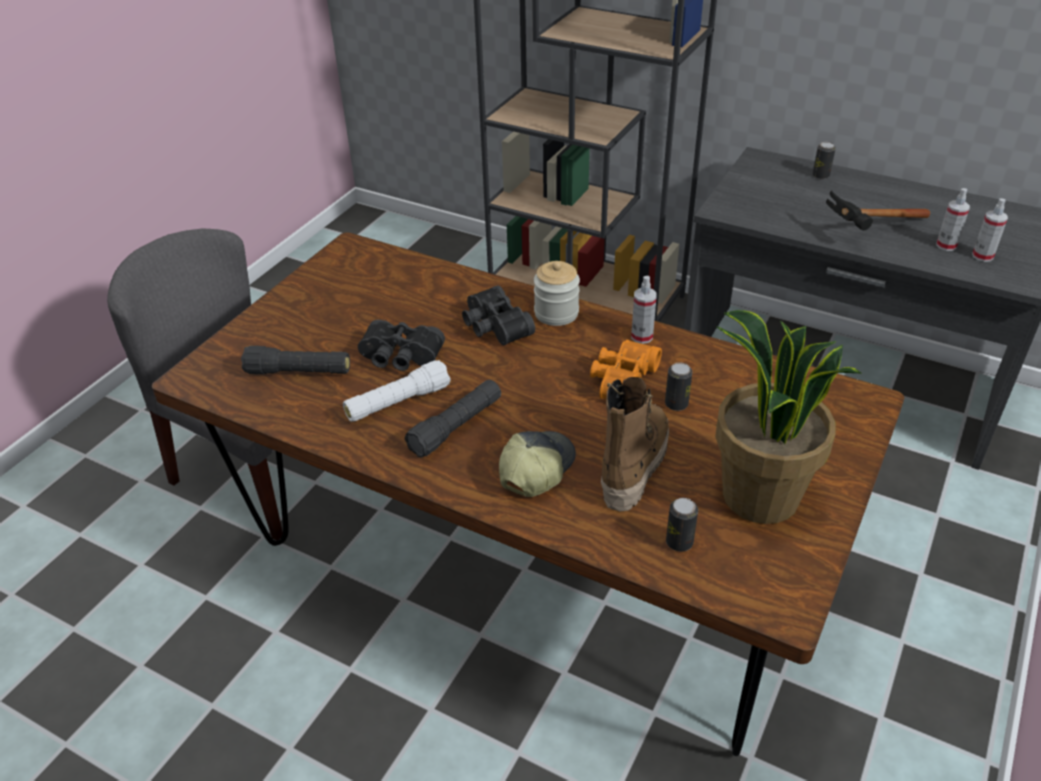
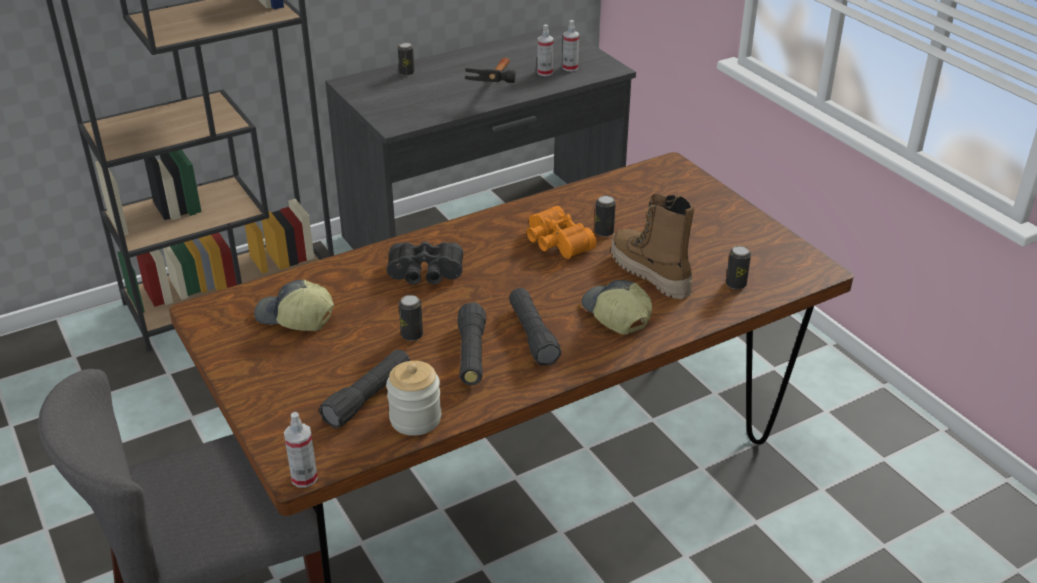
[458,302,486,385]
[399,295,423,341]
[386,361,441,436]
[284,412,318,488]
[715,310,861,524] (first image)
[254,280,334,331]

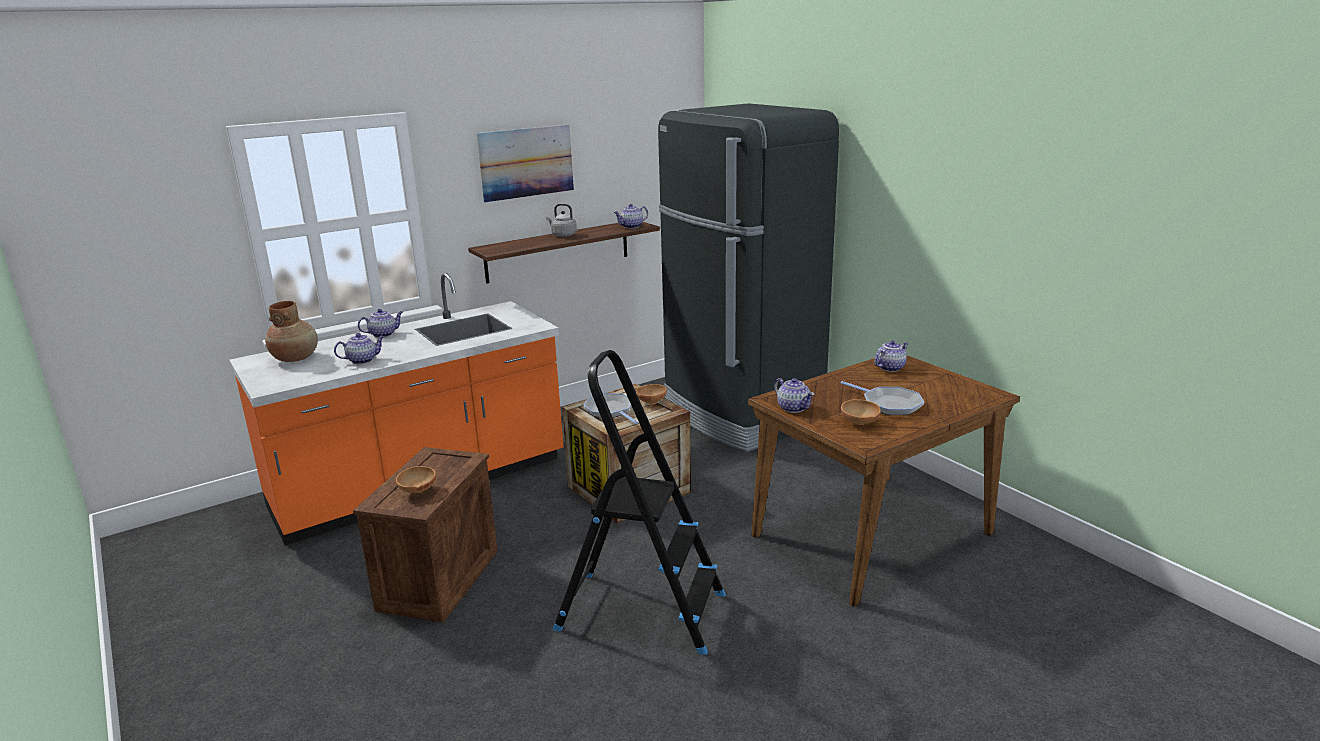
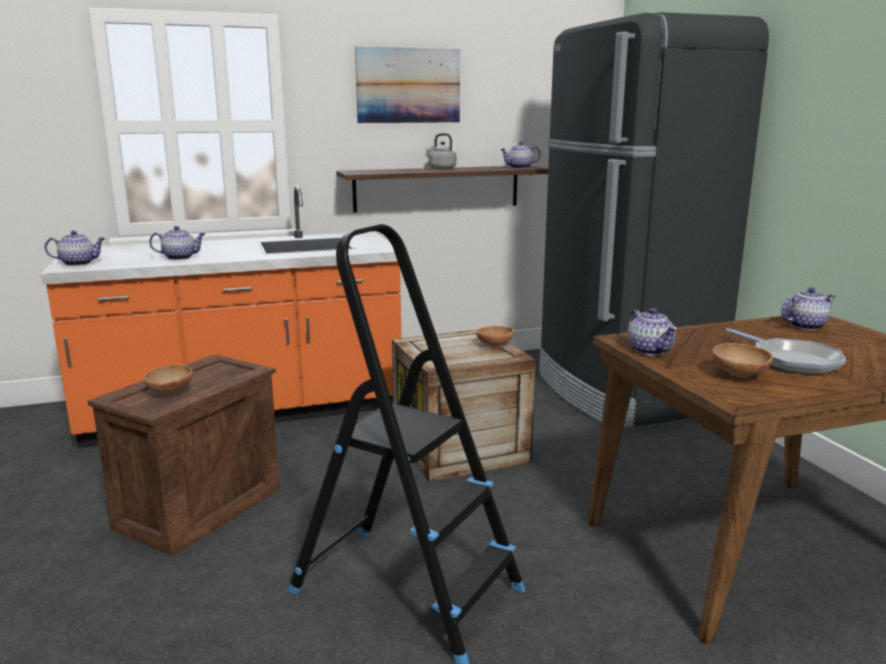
[265,301,318,362] (first image)
[44,231,105,266]
[583,393,638,424] (first image)

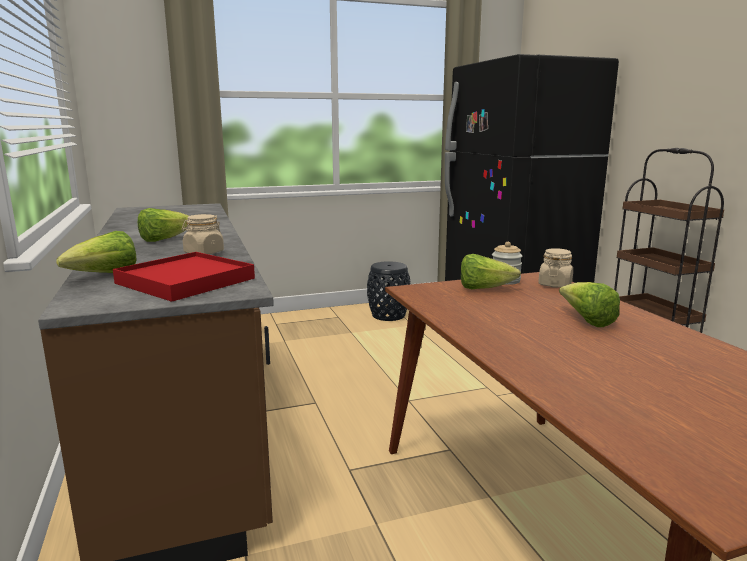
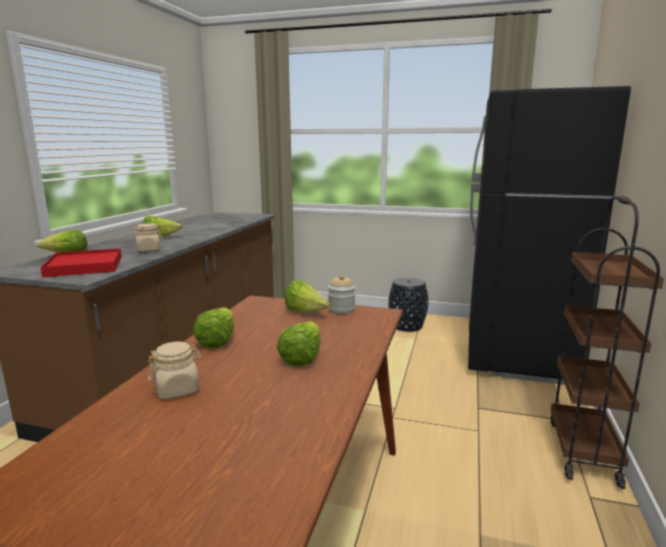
[148,342,202,399]
[193,307,234,349]

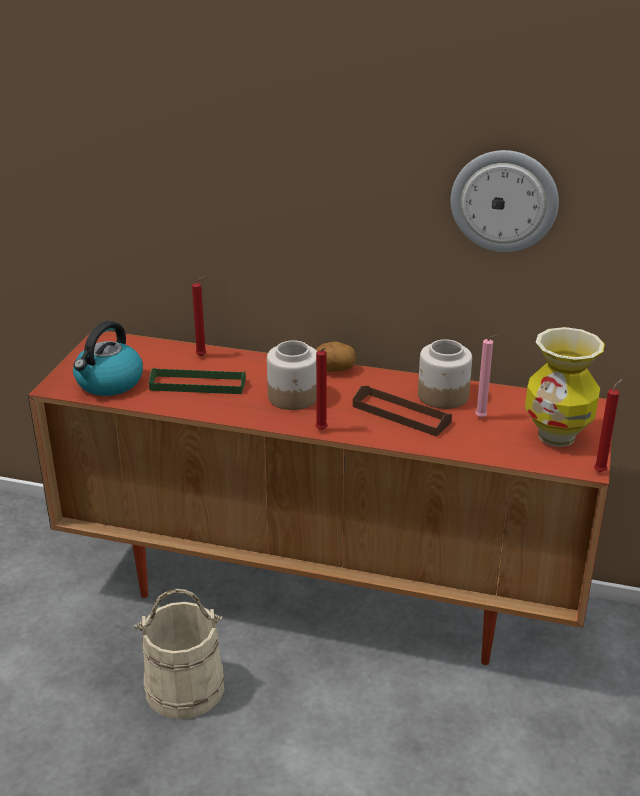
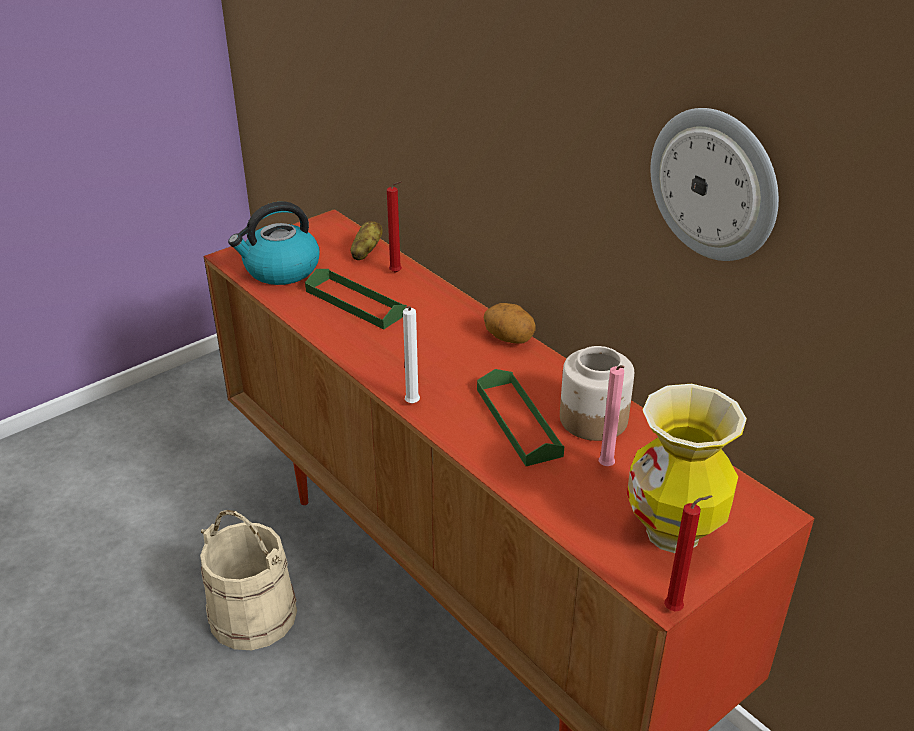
[267,340,317,410] (first image)
[403,306,420,404]
[477,369,564,466]
[351,221,383,260]

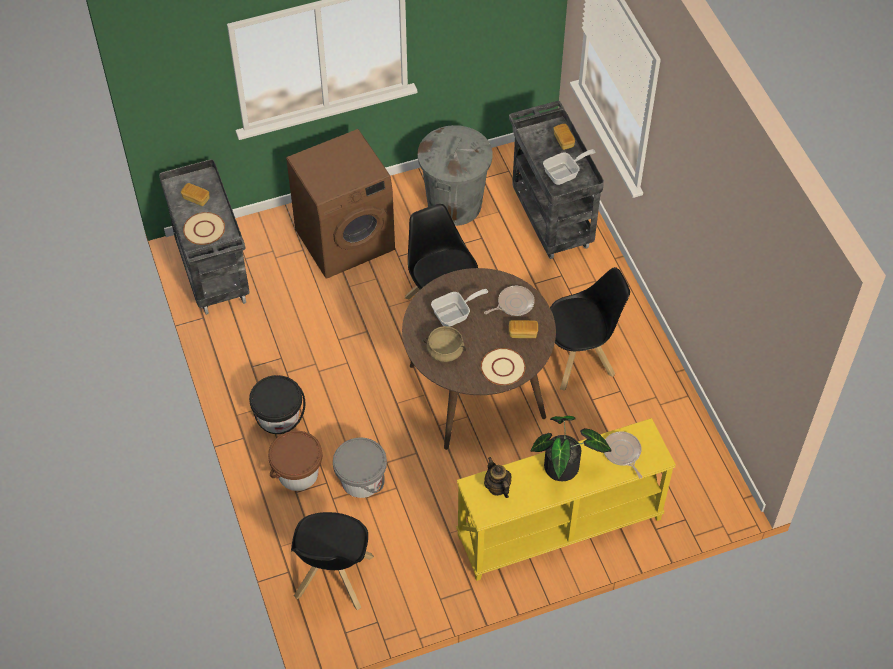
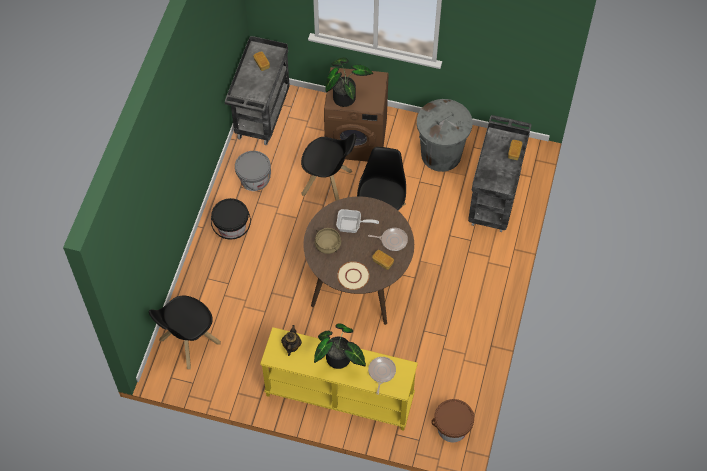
[183,212,225,245] (first image)
[431,399,474,443]
[235,151,271,191]
[543,149,595,185] (first image)
[301,133,356,201]
[325,57,373,107]

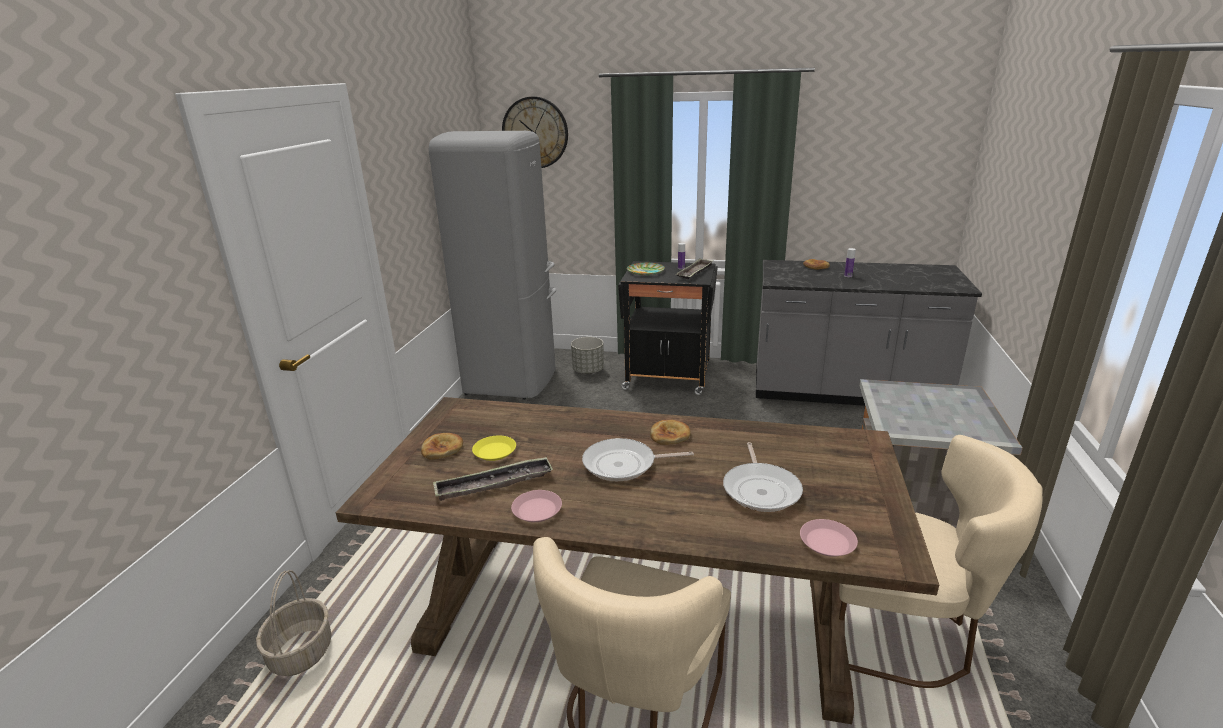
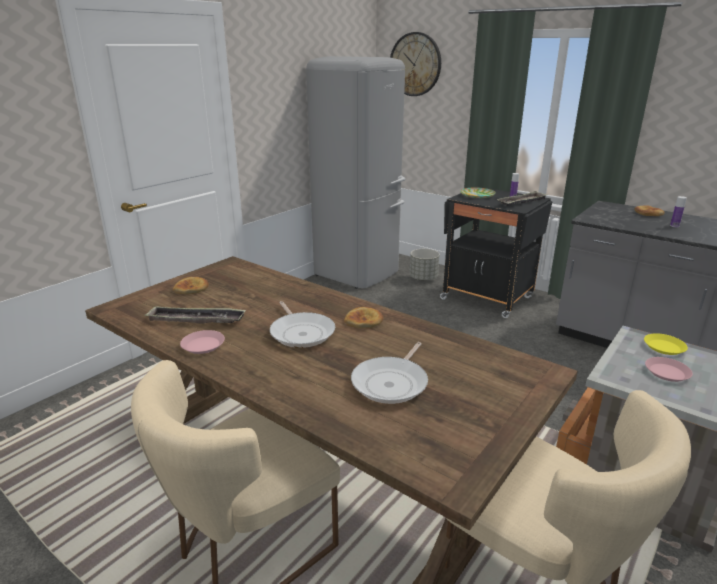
[256,570,332,676] (first image)
[644,333,688,355]
[270,301,335,348]
[645,357,693,382]

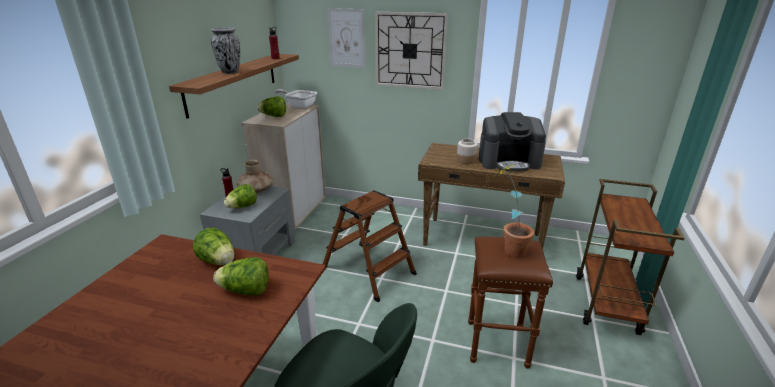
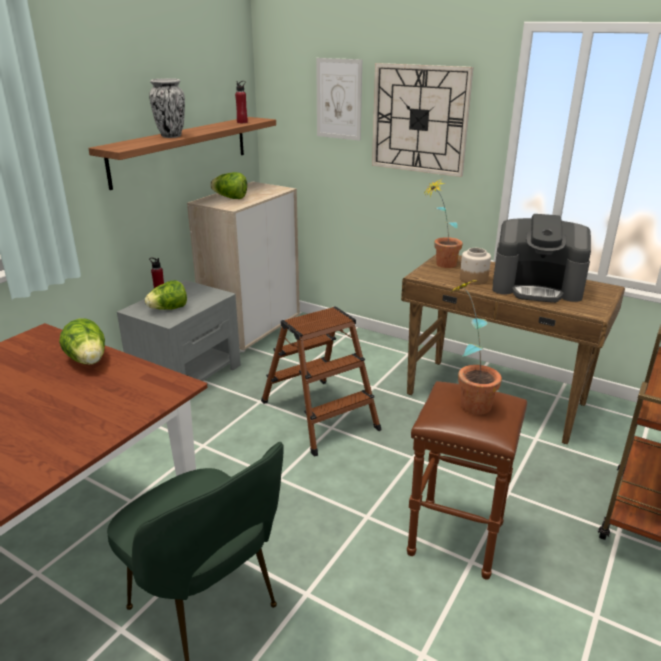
[213,257,269,295] (first image)
[237,160,273,194] (first image)
[275,89,317,108] (first image)
[423,179,463,268]

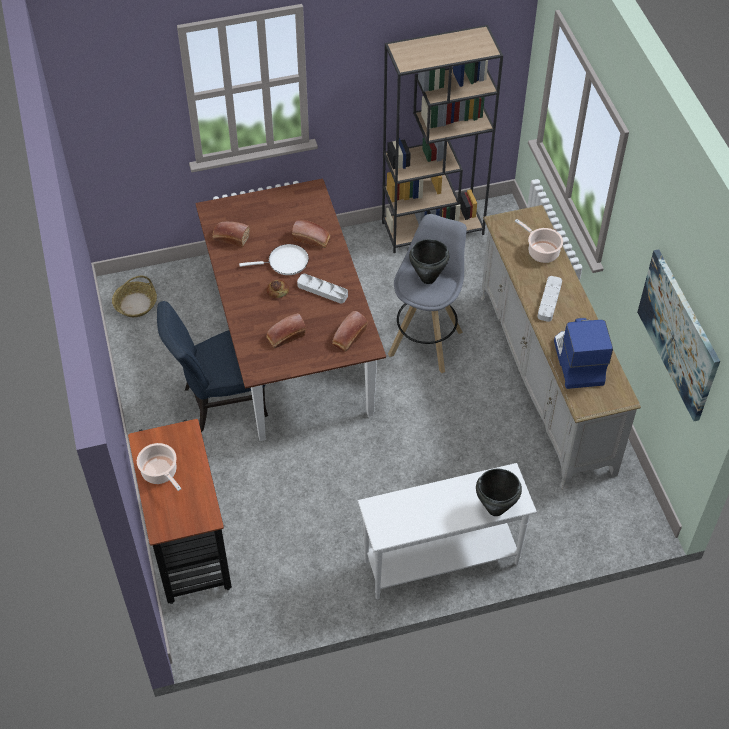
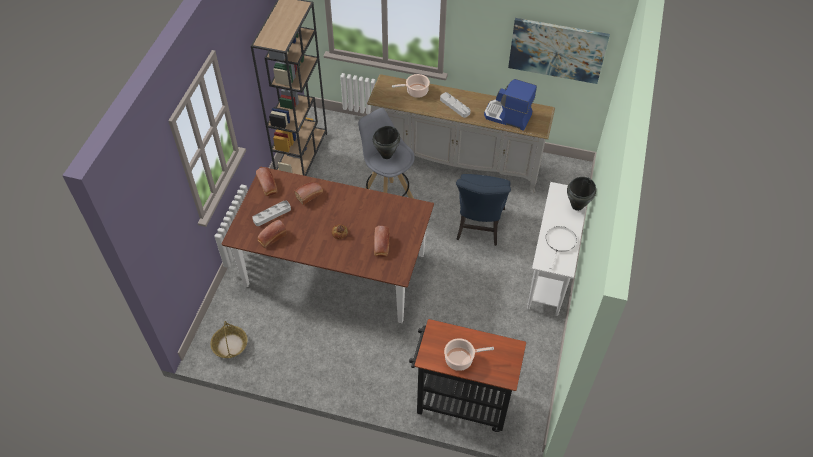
[456,174,511,246]
[546,226,577,269]
[252,200,291,226]
[256,167,277,196]

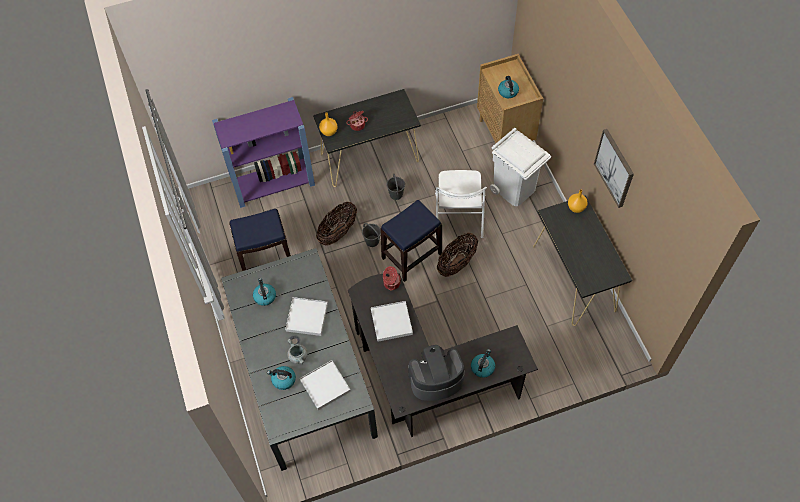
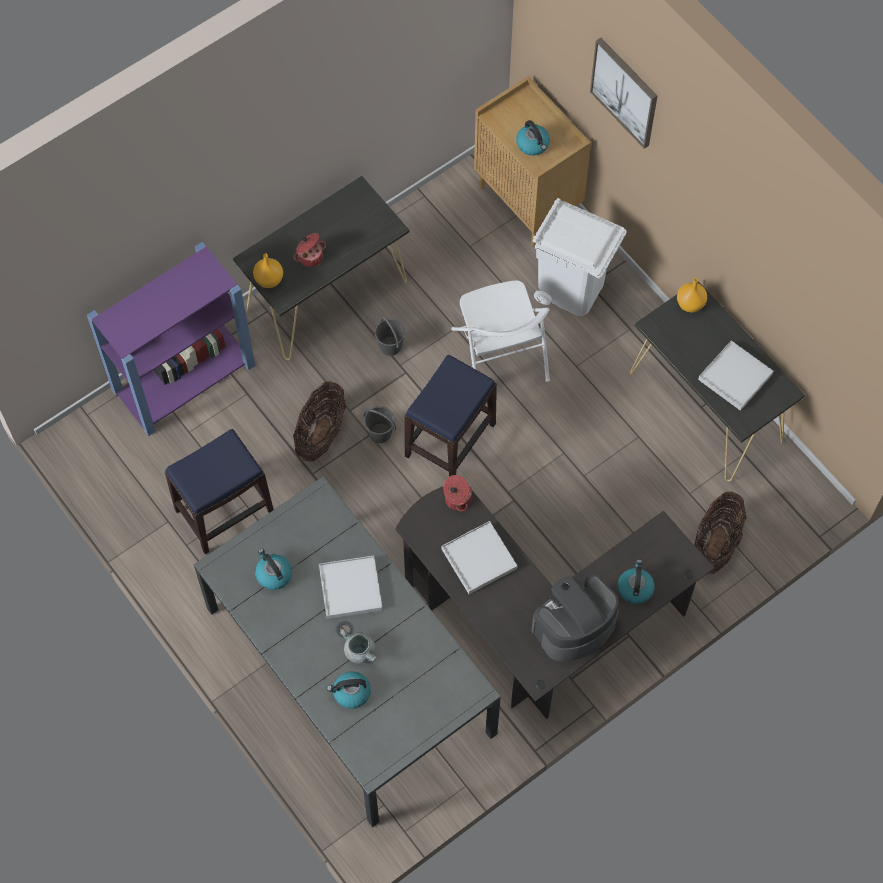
[698,341,773,411]
[694,491,746,574]
[590,38,657,149]

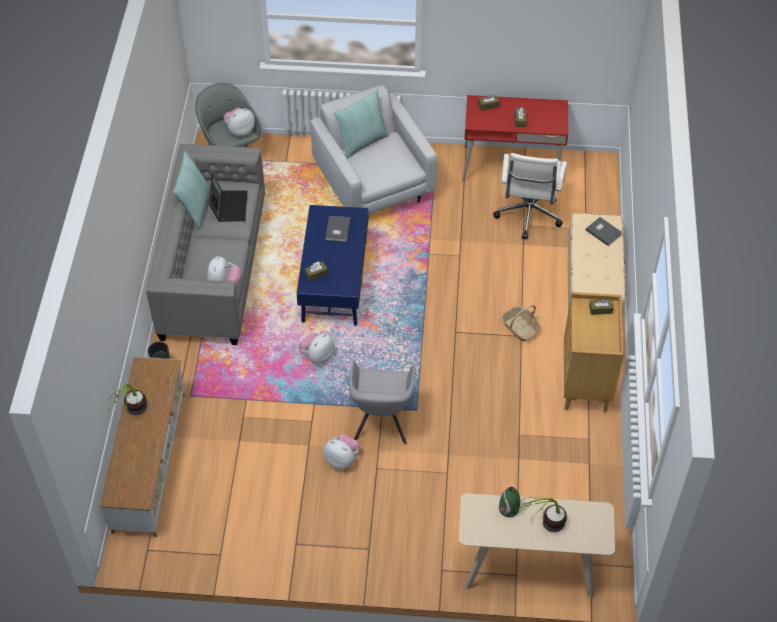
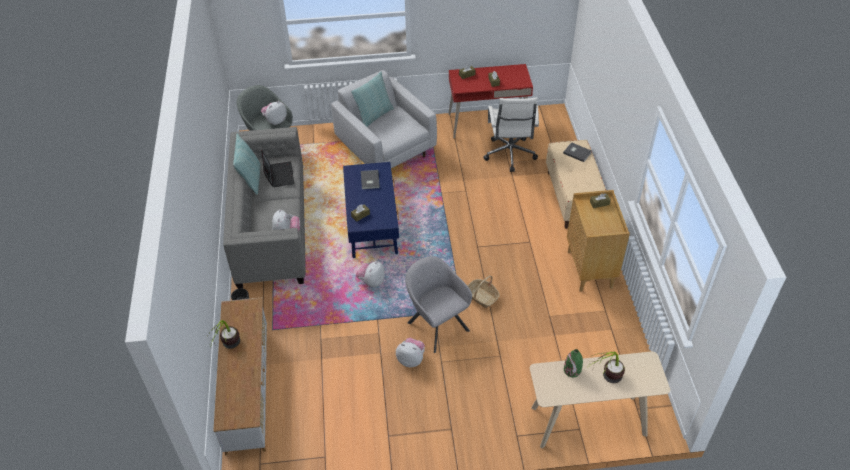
[405,256,472,353]
[468,276,499,308]

